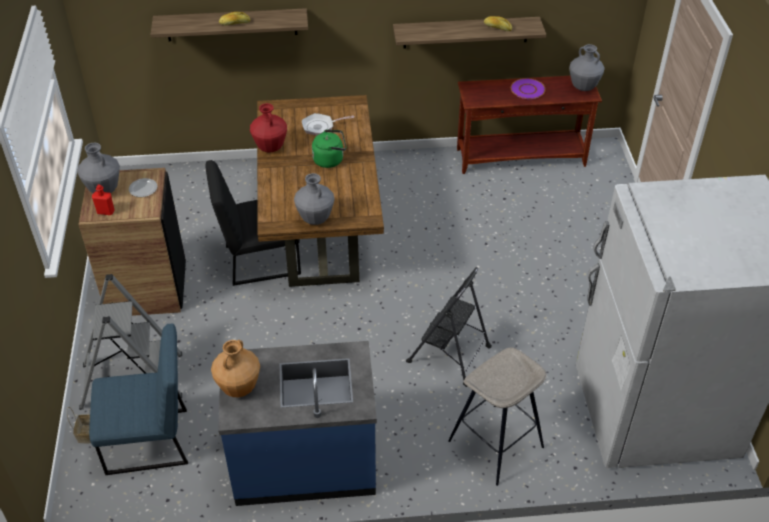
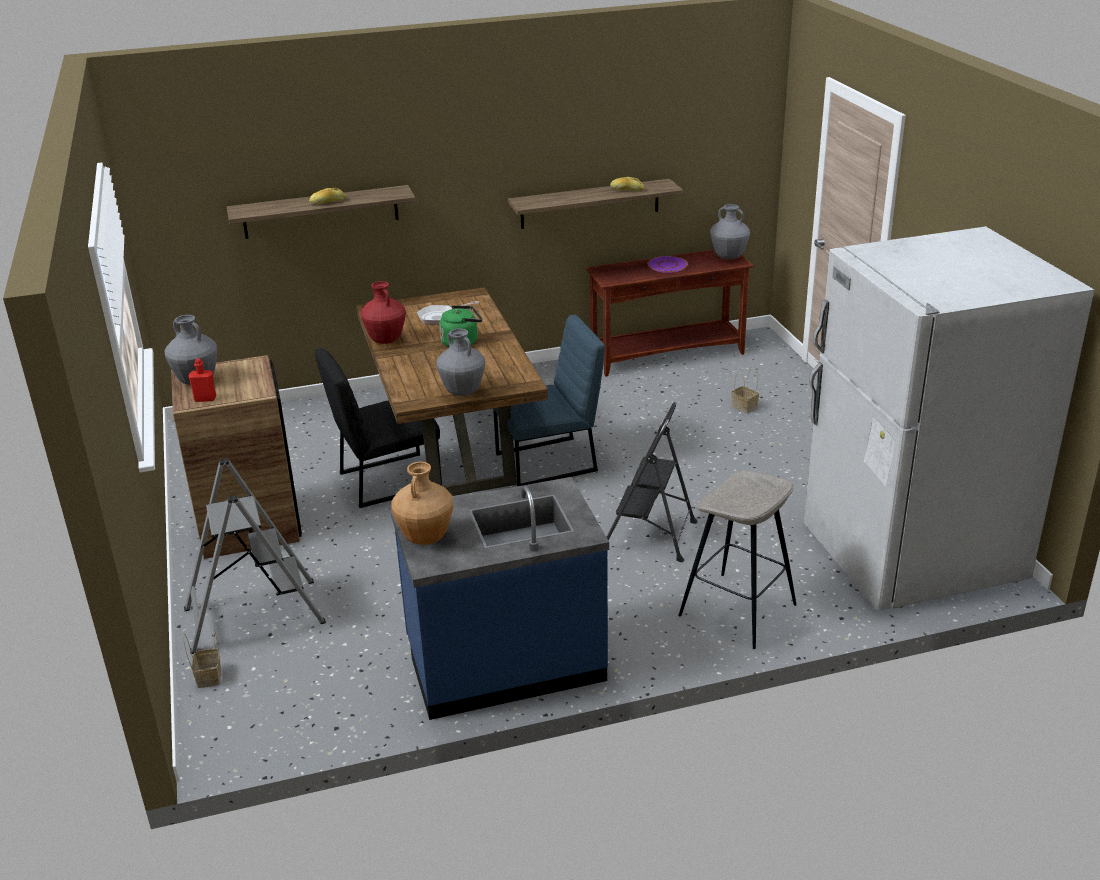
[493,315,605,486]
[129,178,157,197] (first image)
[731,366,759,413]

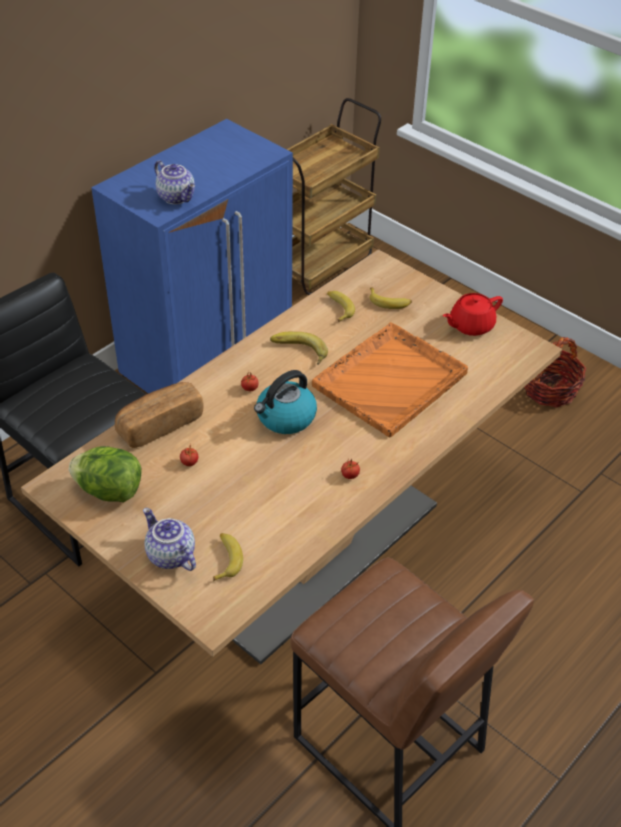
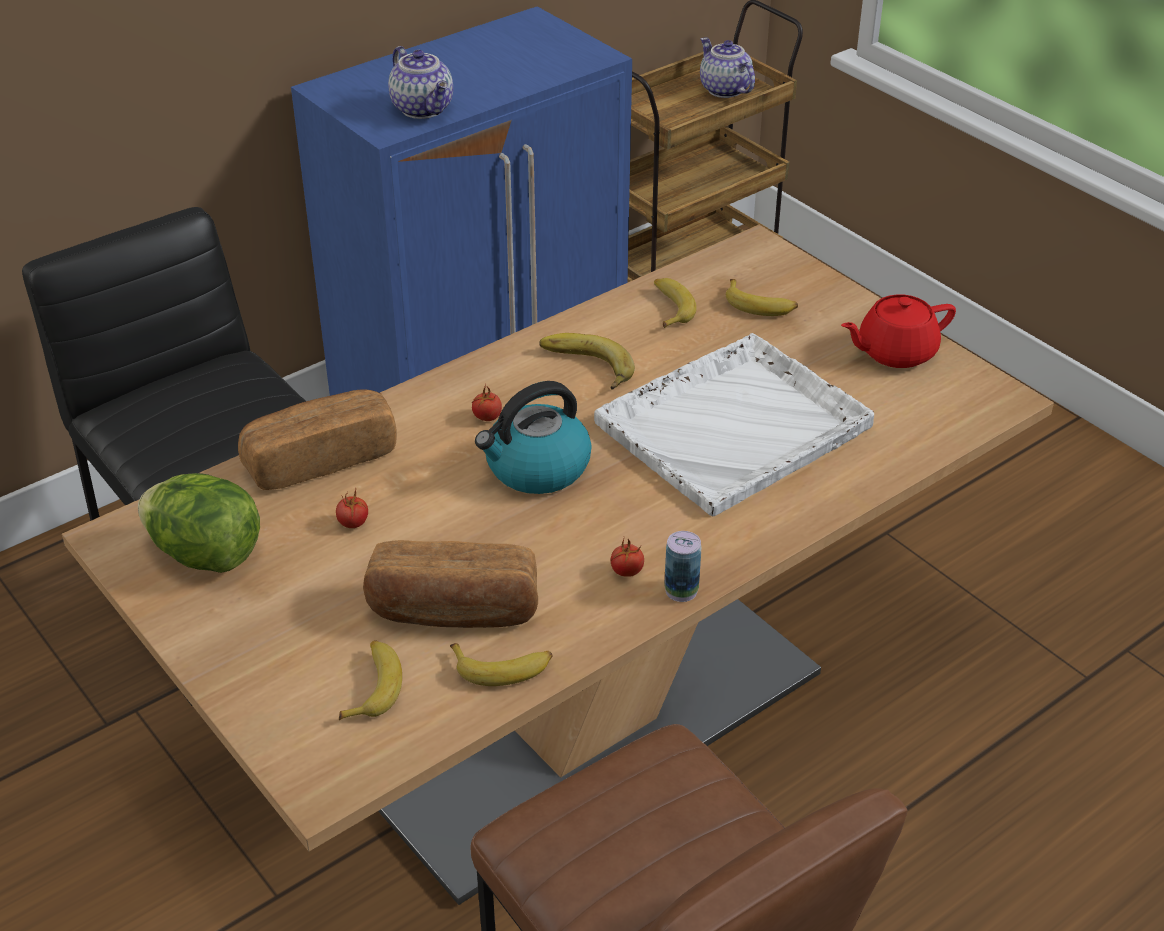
[700,37,755,98]
[594,333,874,516]
[524,337,586,408] (first image)
[363,540,538,628]
[450,643,553,686]
[664,531,701,602]

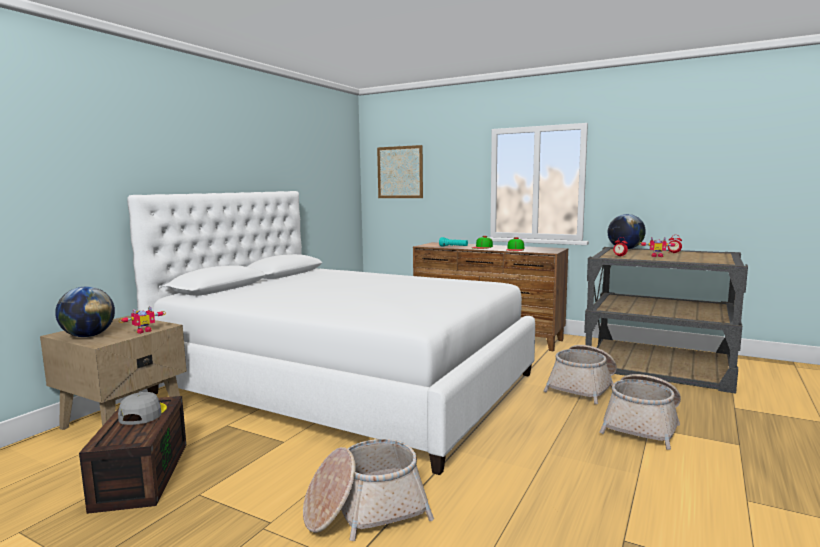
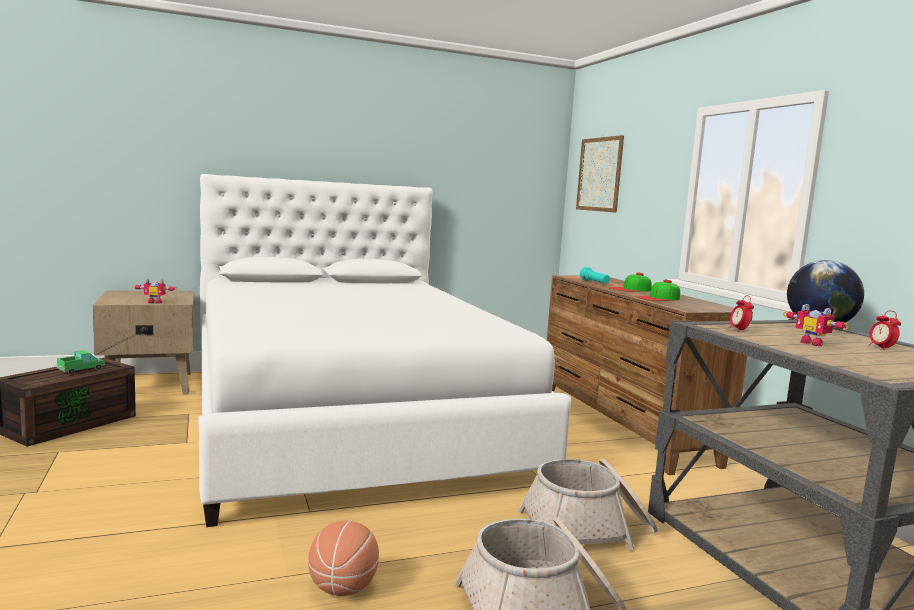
[55,286,115,337] (first image)
[57,350,105,374]
[303,439,434,541] (first image)
[308,521,379,596]

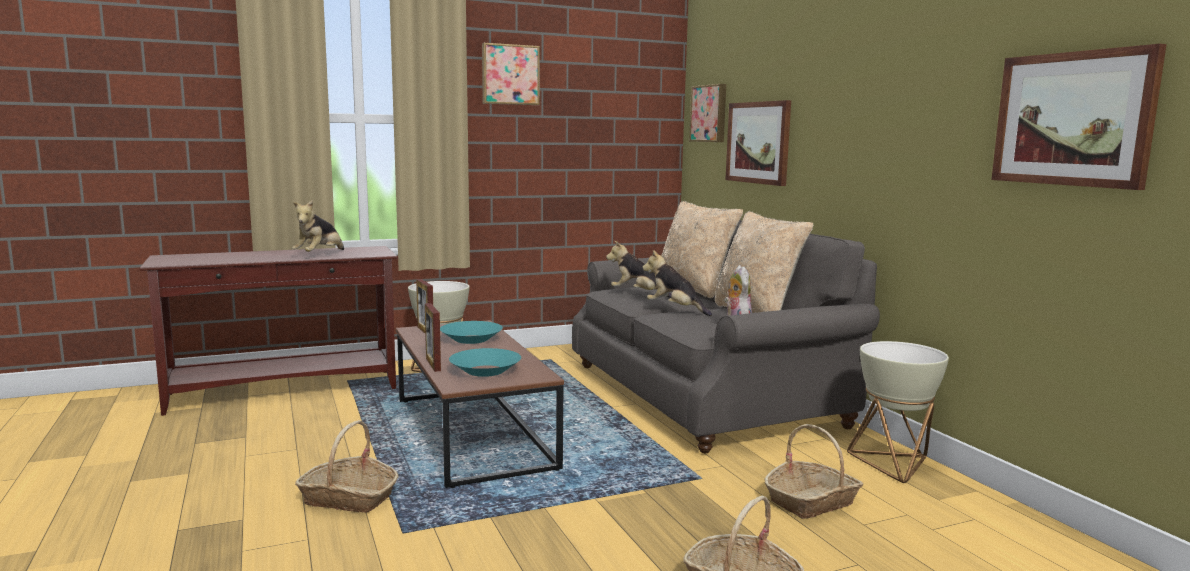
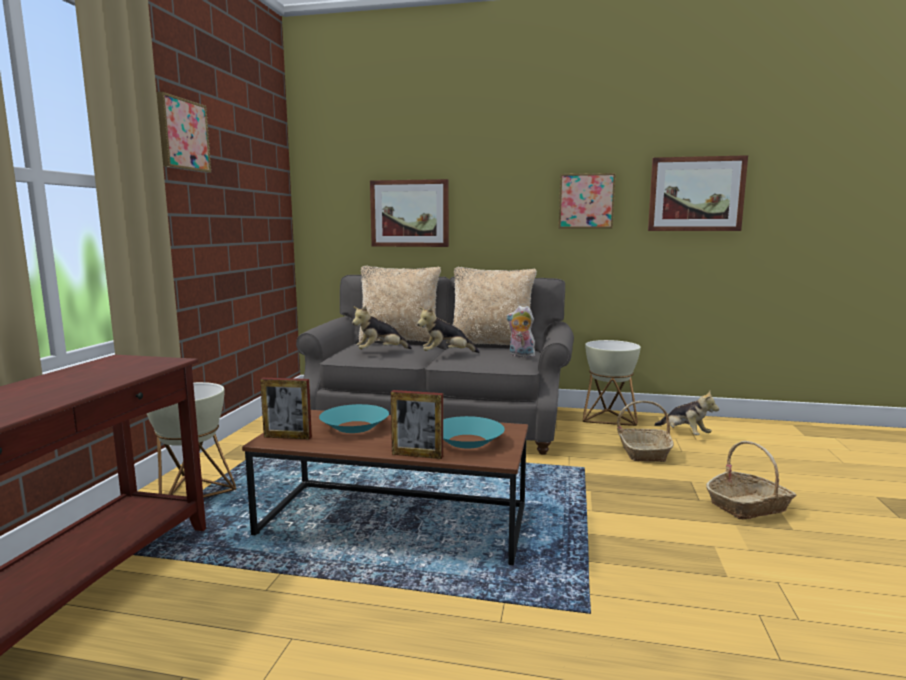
[654,391,719,435]
[295,420,399,513] (first image)
[559,173,616,228]

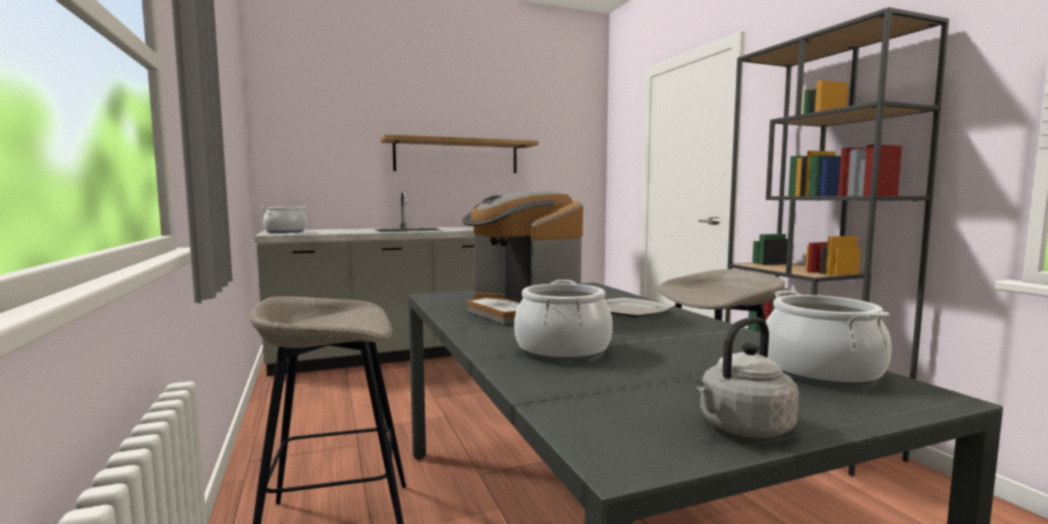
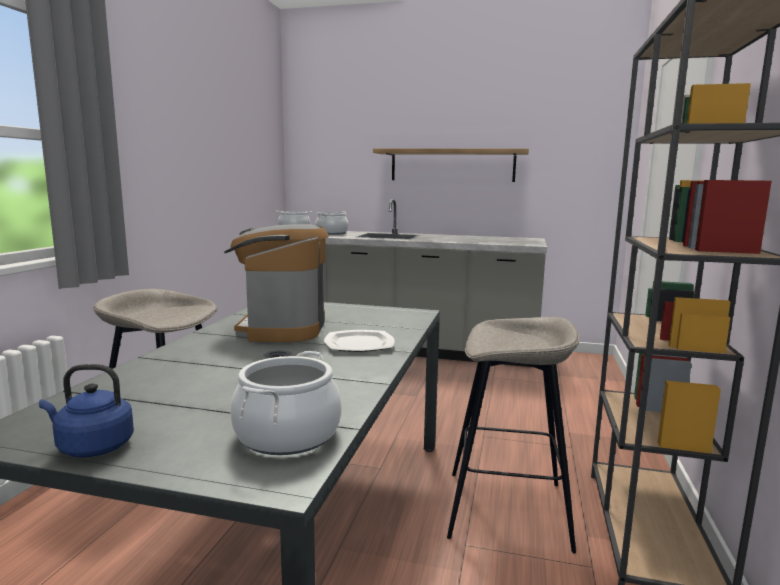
[315,212,348,235]
[39,364,134,458]

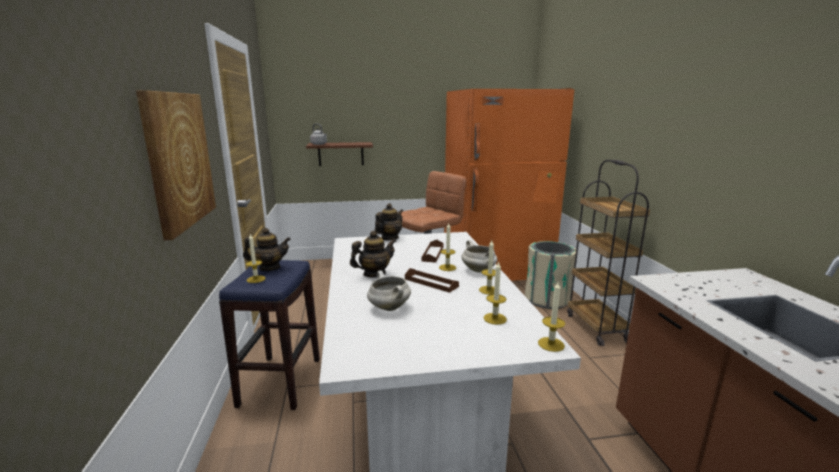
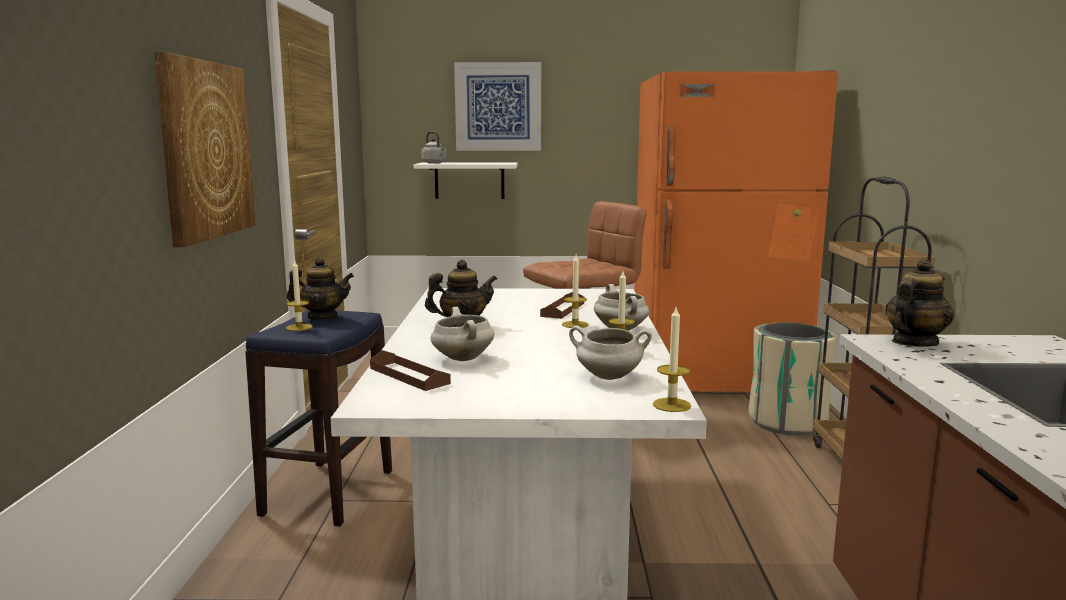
[414,162,518,199]
[885,259,954,347]
[370,350,451,391]
[569,326,652,380]
[454,62,541,151]

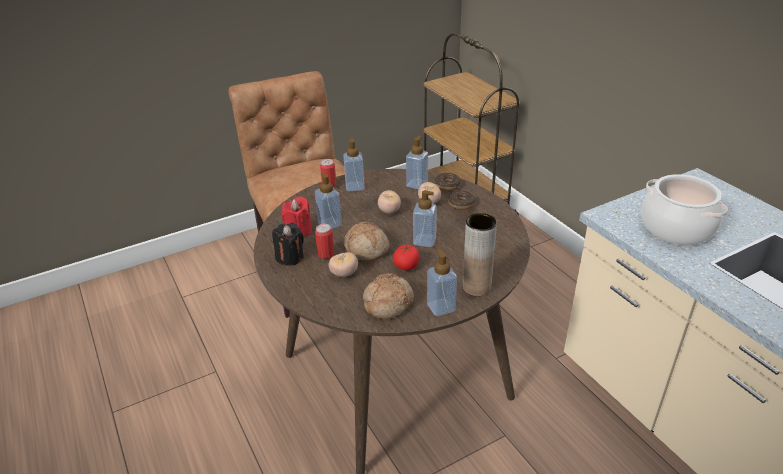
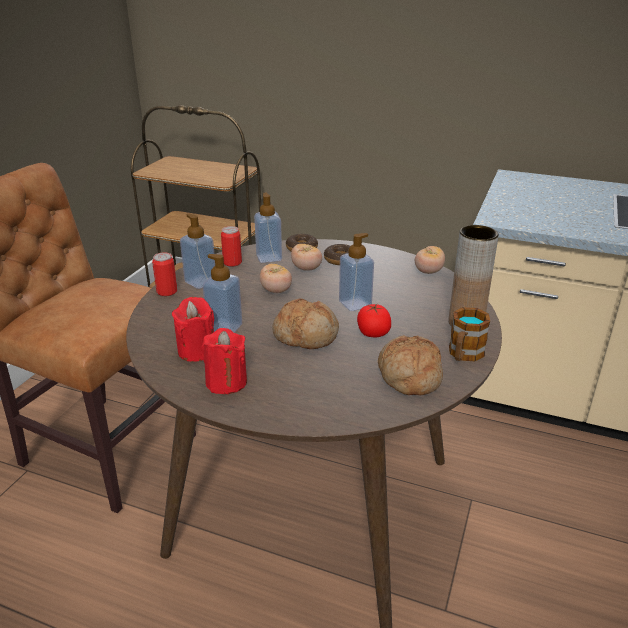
[201,328,247,394]
[221,226,242,267]
[415,246,445,274]
[449,307,490,361]
[641,174,728,245] (first image)

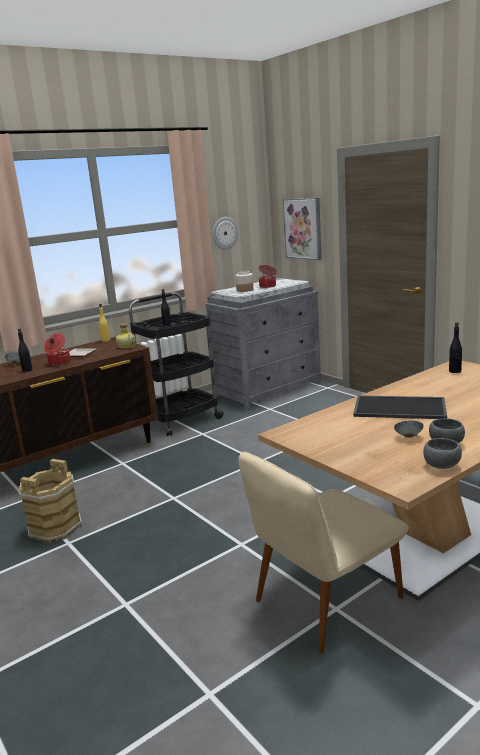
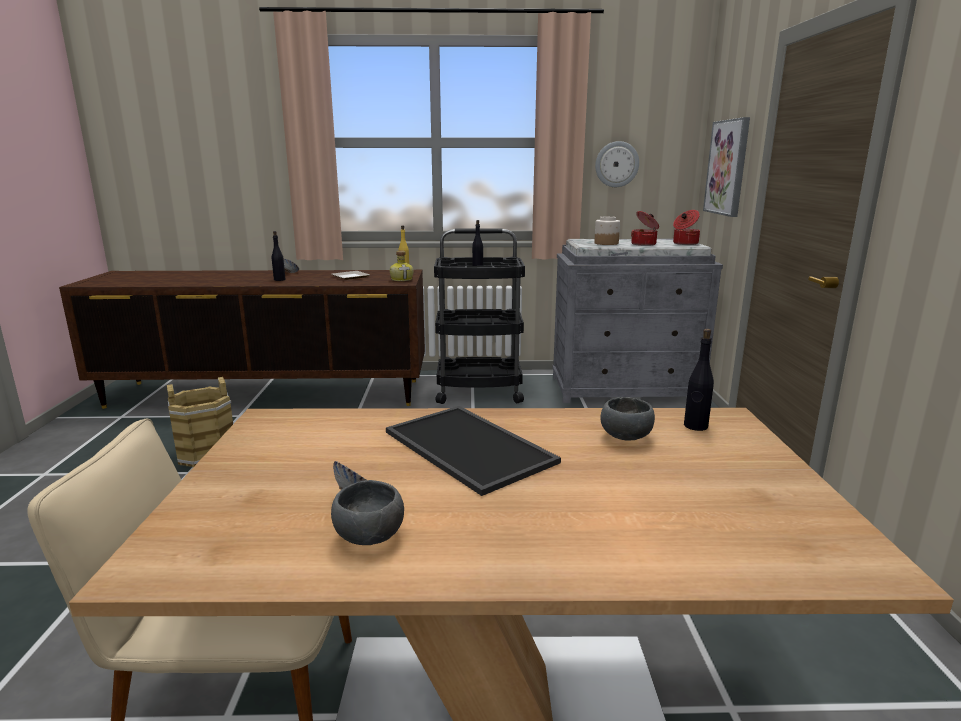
[673,210,700,245]
[600,397,655,441]

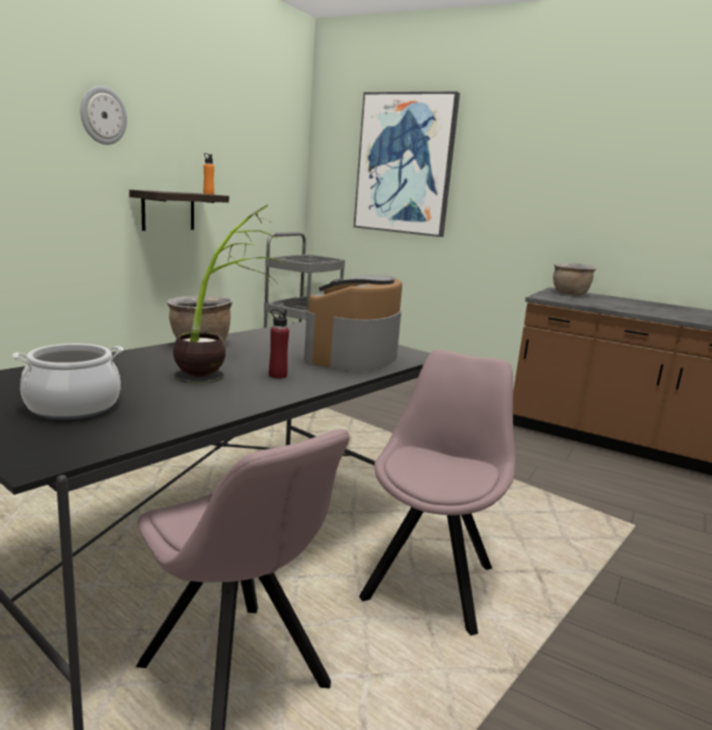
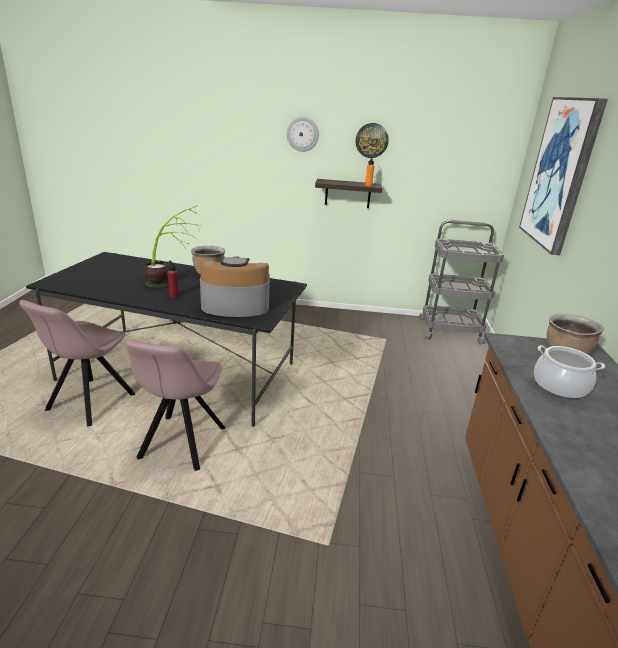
[534,345,605,399]
[125,340,225,471]
[356,123,389,158]

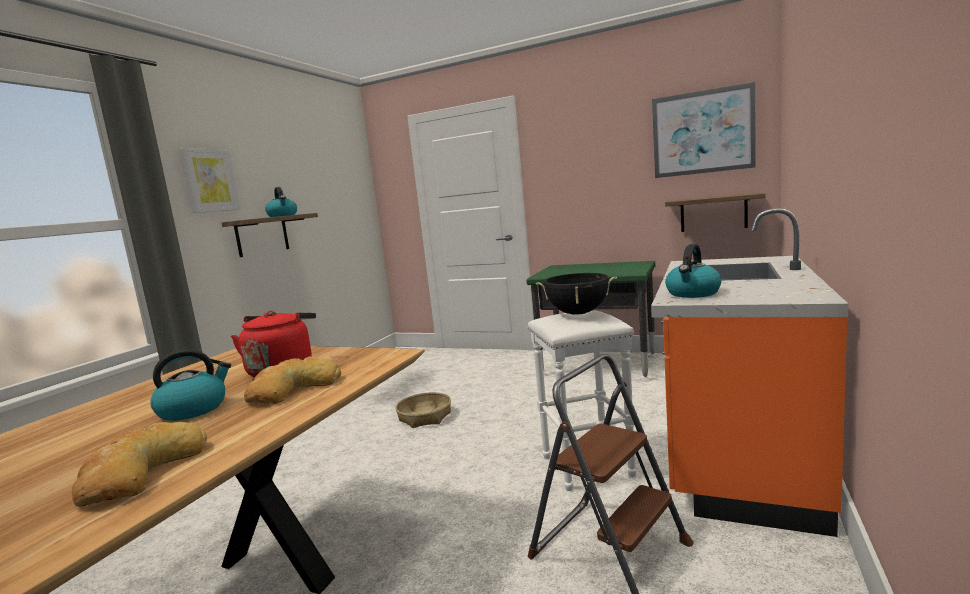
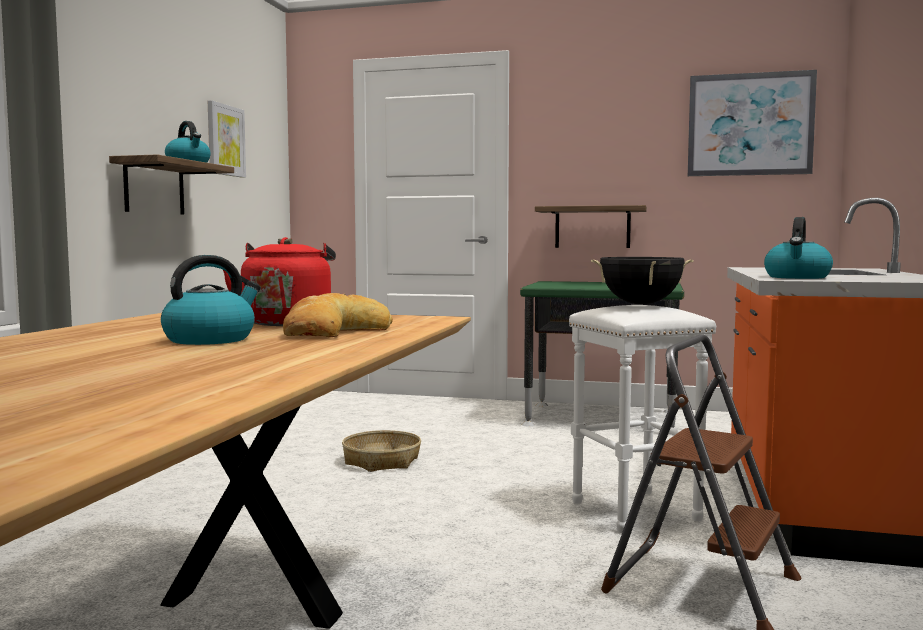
[72,422,207,507] (first image)
[208,100,246,178]
[535,205,647,248]

